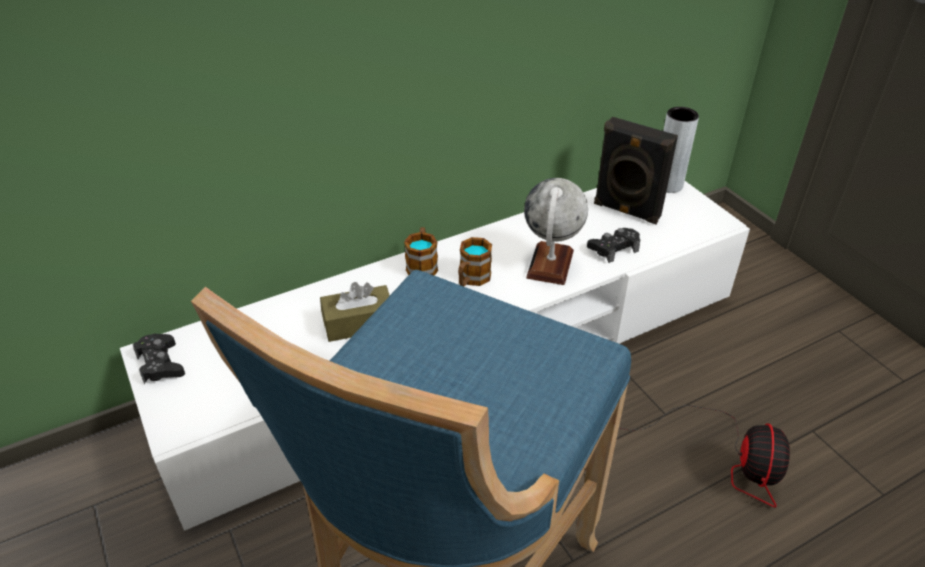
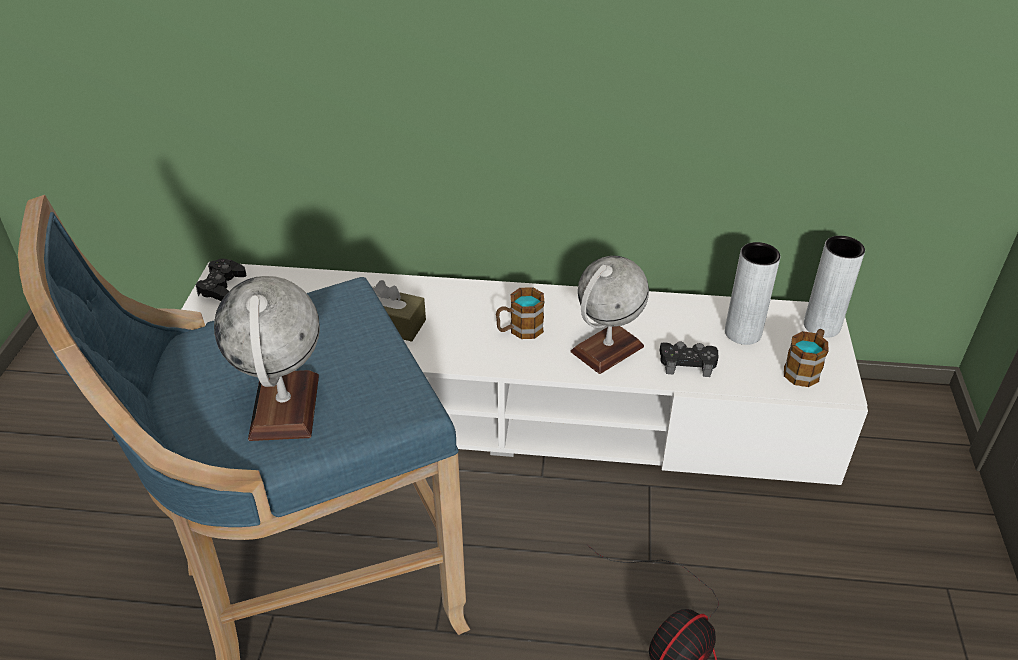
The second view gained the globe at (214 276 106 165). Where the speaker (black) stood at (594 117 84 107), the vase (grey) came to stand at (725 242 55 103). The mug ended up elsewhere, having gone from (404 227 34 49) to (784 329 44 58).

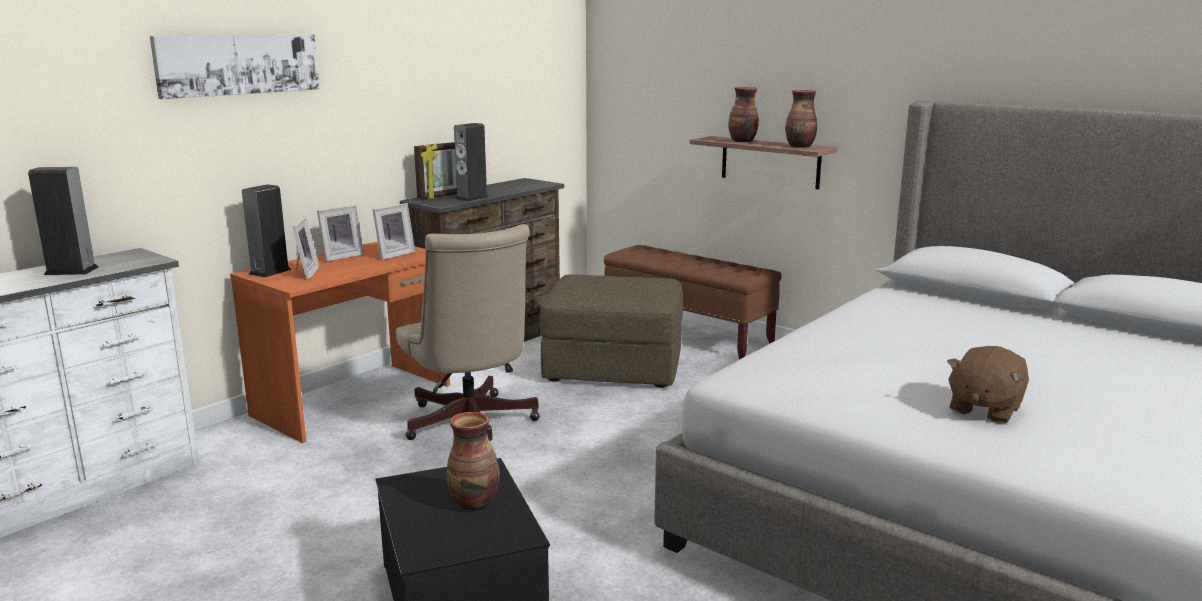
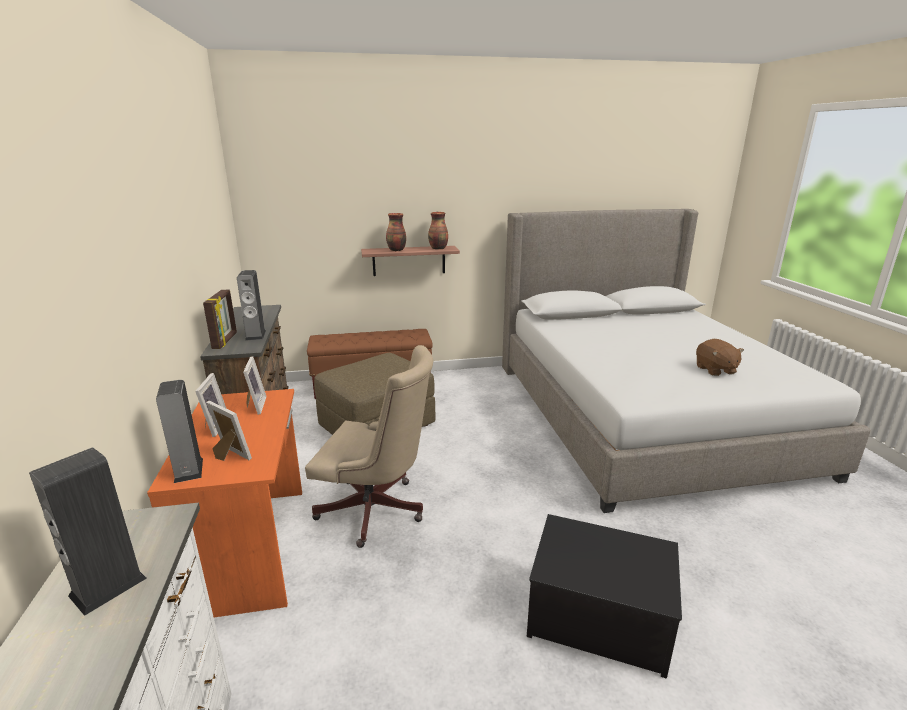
The second view lost the picture at (150 34 169 65). The second view lost the vase at (447 412 53 99).

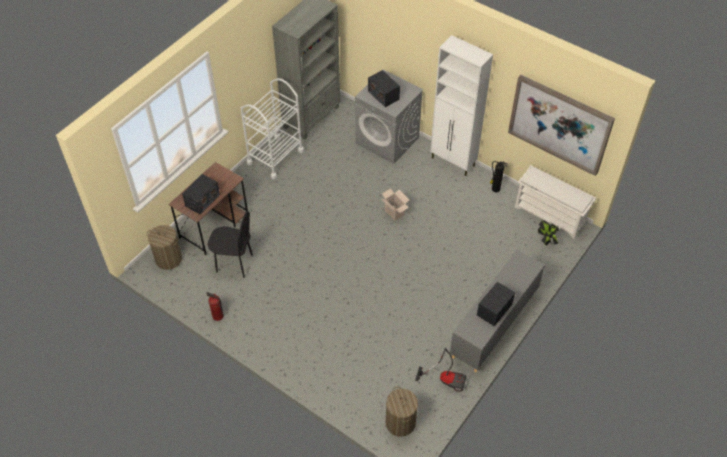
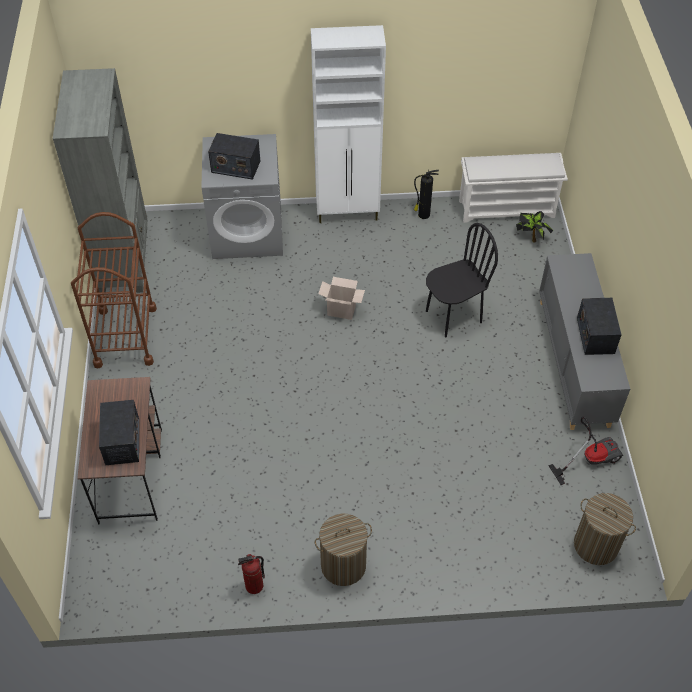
What was the cart (white) at (240 78 64 101) turned into the cart (brown) at (71 212 86 156). The laundry basket ended up elsewhere, having gone from (147 225 35 45) to (315 514 57 72). The chair (black) ended up elsewhere, having gone from (207 211 46 67) to (426 223 72 114). The second view lost the picture at (508 75 107 101).

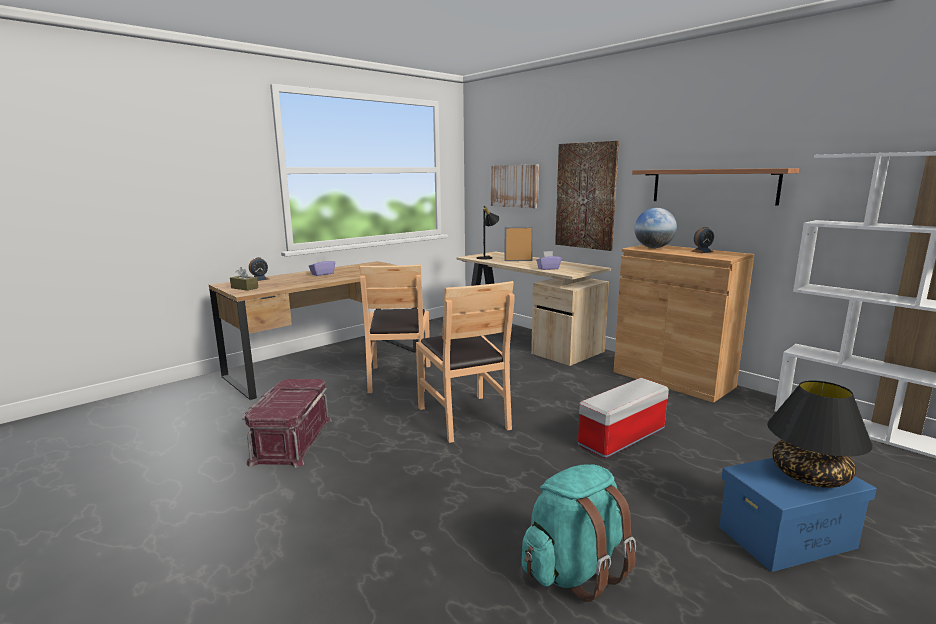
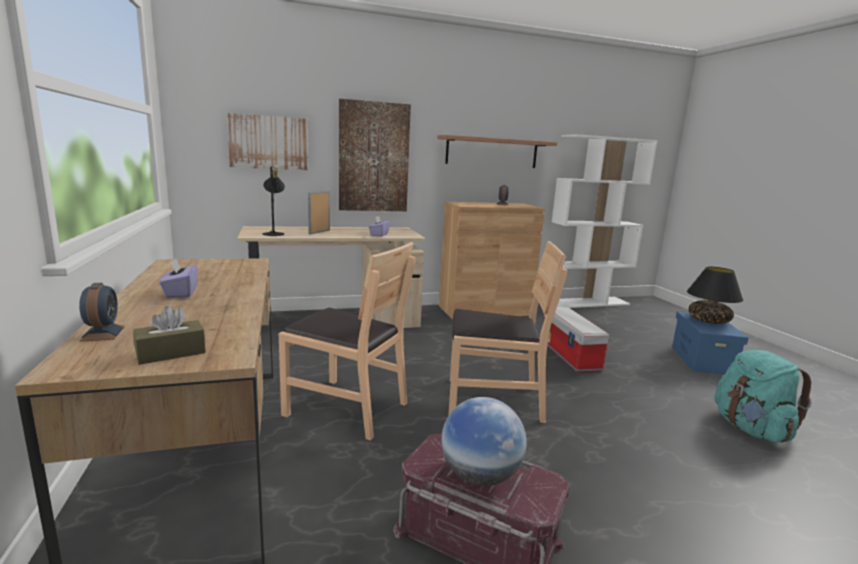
The globe ended up elsewhere, having gone from (634 208 43 40) to (442 397 85 89).

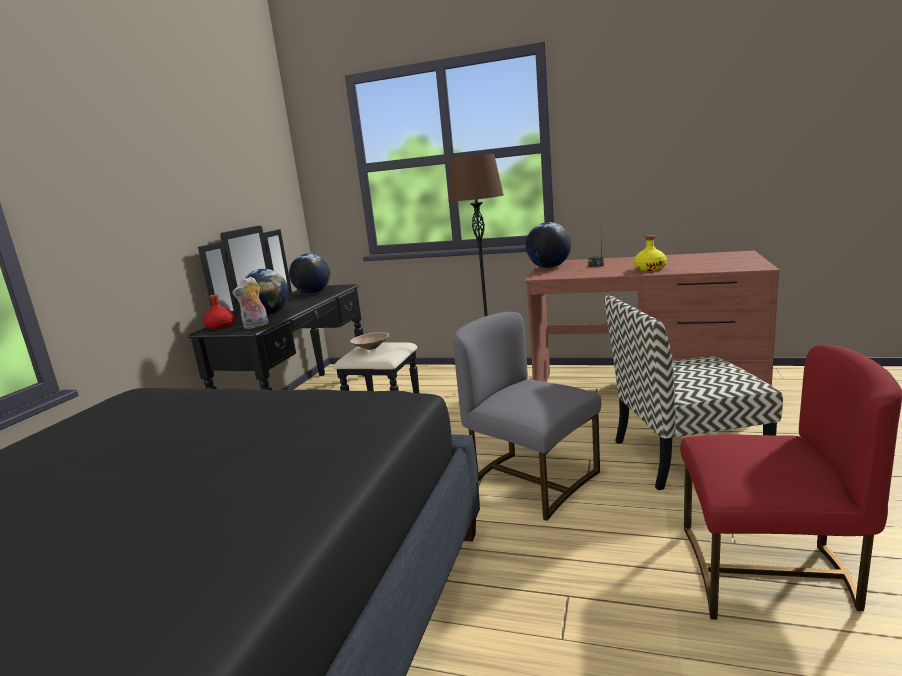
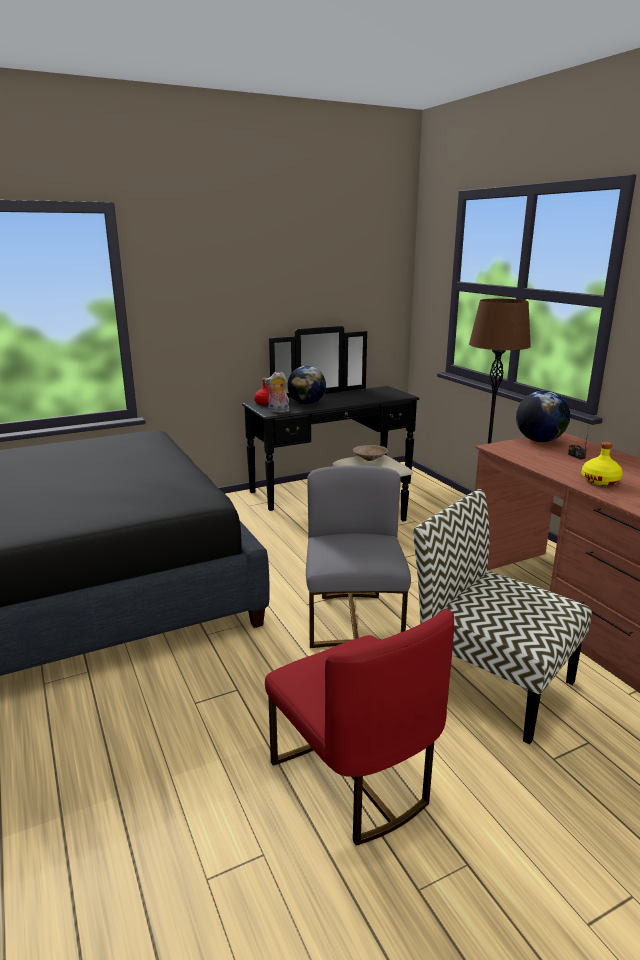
The second view lost the globe at (289 253 41 41).

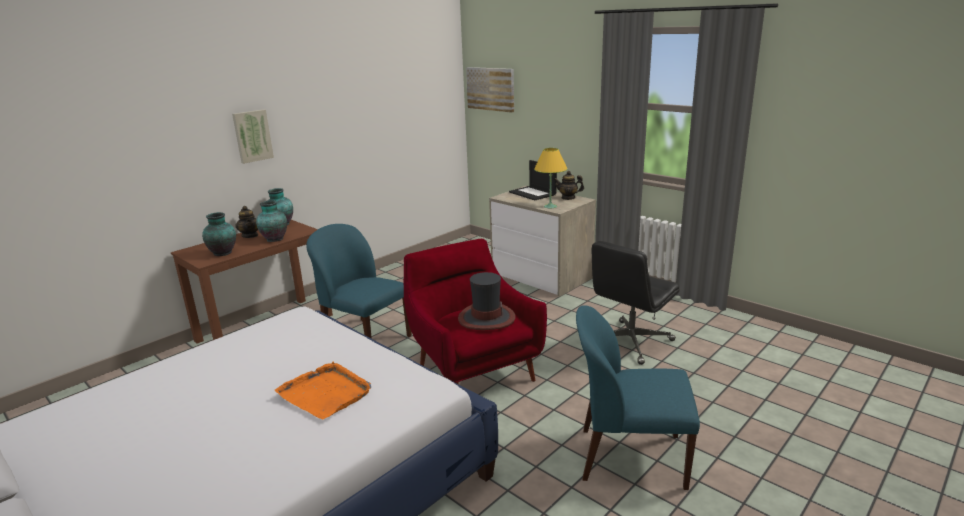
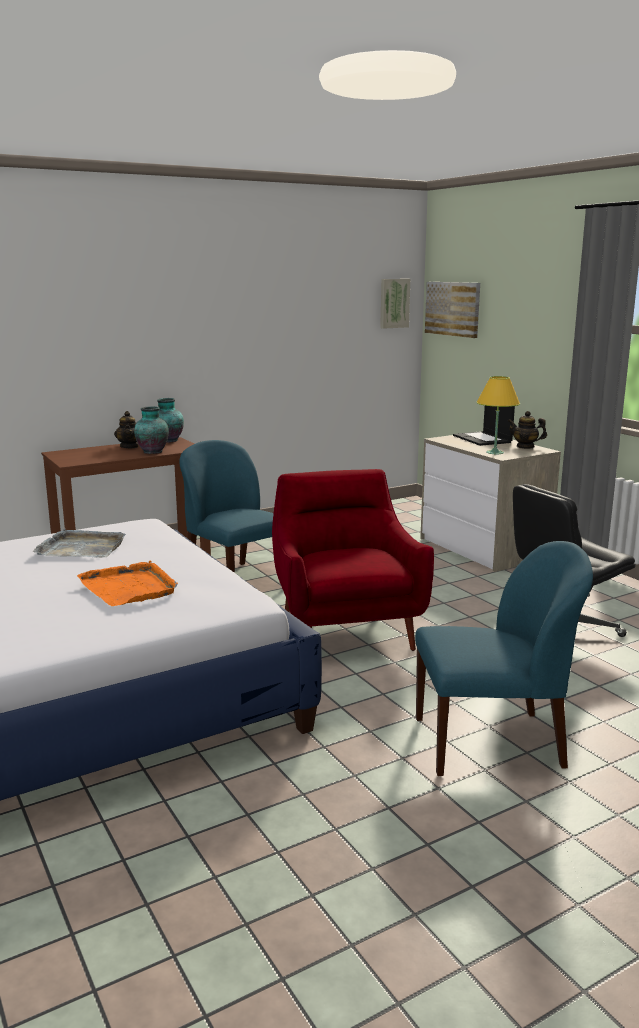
The second view gained the tray (grey) at (33 529 93 29). The picture ended up elsewhere, having gone from (232 109 42 55) to (380 279 30 50). The chair (blue) at (576 305 124 185) ended up facing another way, 150 degrees clockwise from before. The second view lost the vase at (202 212 34 44). The second view lost the hat at (458 272 58 58).

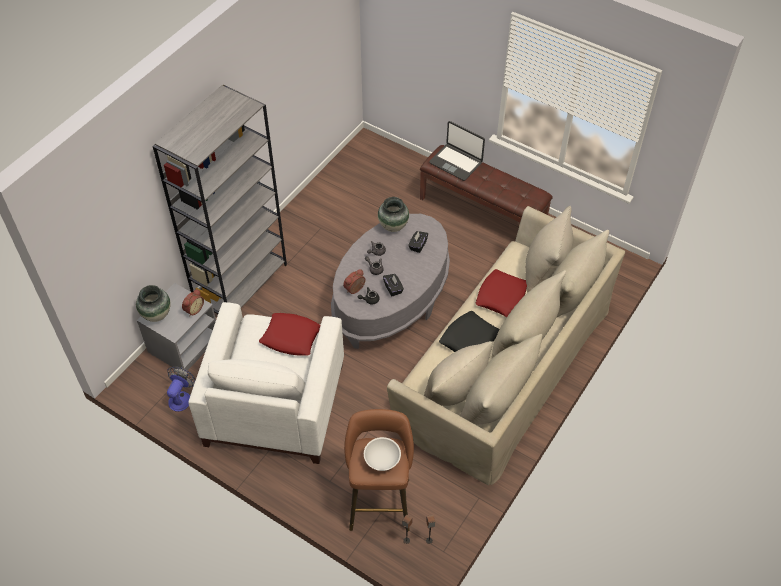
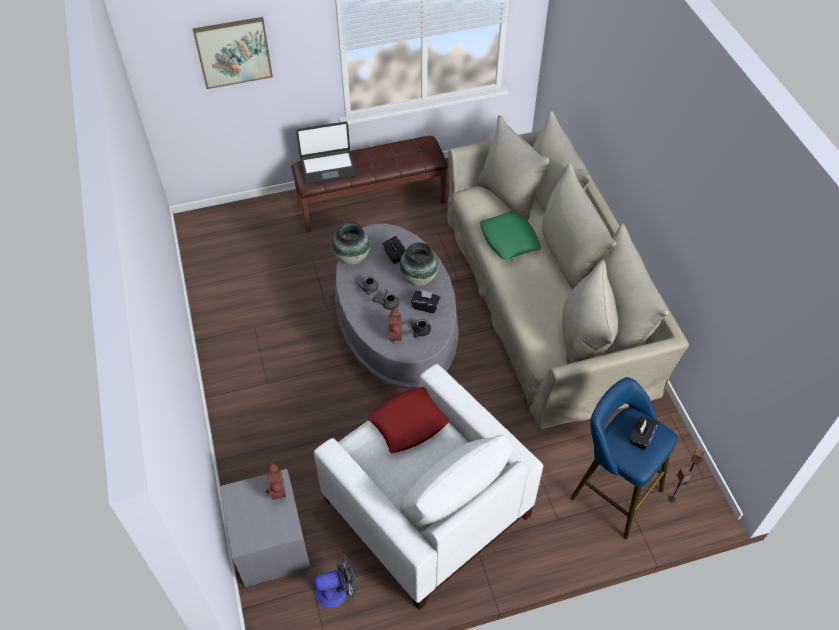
The second view gained the picture at (193 17 80 72). The fan at (167 367 29 45) ended up facing another way, 105 degrees clockwise from before. The vase ended up elsewhere, having gone from (136 285 35 37) to (400 242 39 44). What was the pillow (red) at (476 269 51 48) turned into the pillow (green) at (480 211 61 49). What was the stool (brown) at (344 409 70 122) turned into the stool (blue) at (570 377 108 162). Where the bowl (white) stood at (364 437 37 34), the tissue box (black) came to stand at (629 416 30 34). The second view lost the bookcase (grey) at (153 85 134 229). The second view lost the pillow (black) at (439 311 60 41).

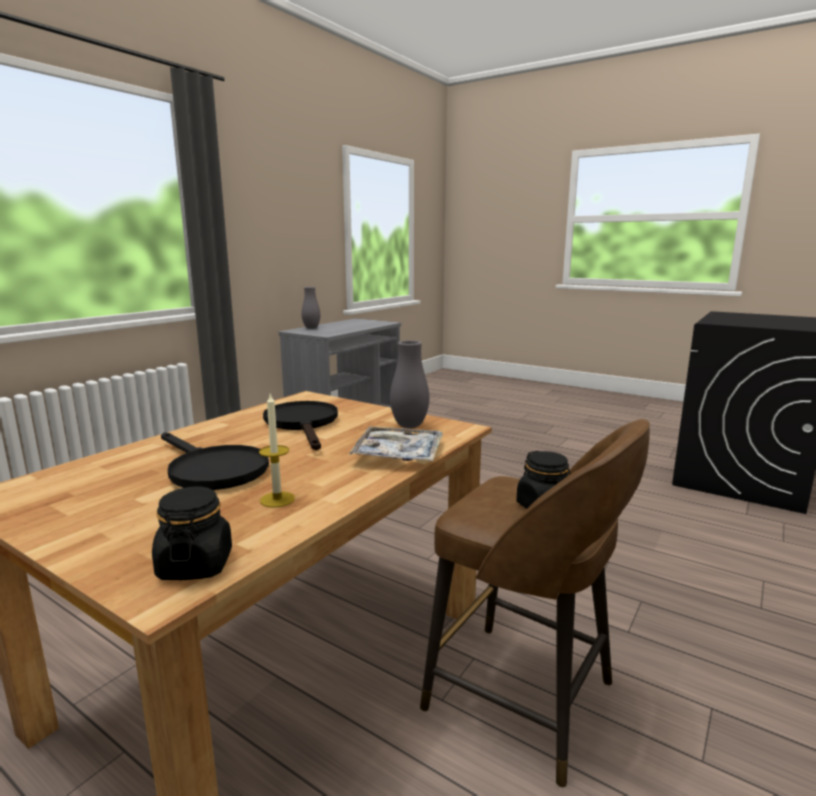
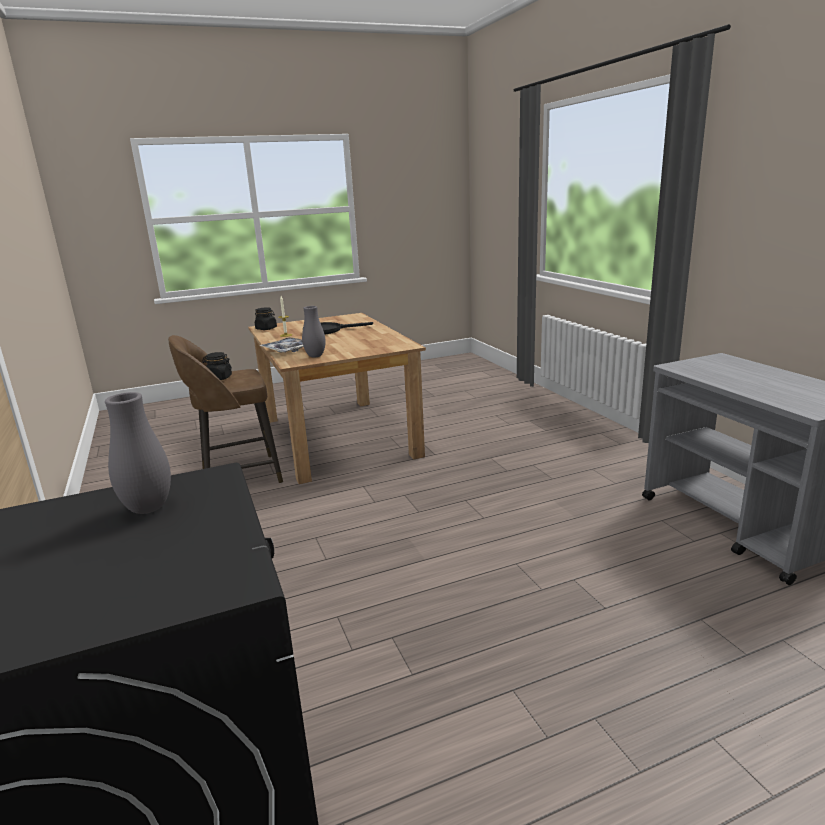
The vase (grey) ended up elsewhere, having gone from (301 287 19 42) to (105 392 66 122). The second view lost the frying pan (black) at (263 401 75 49).

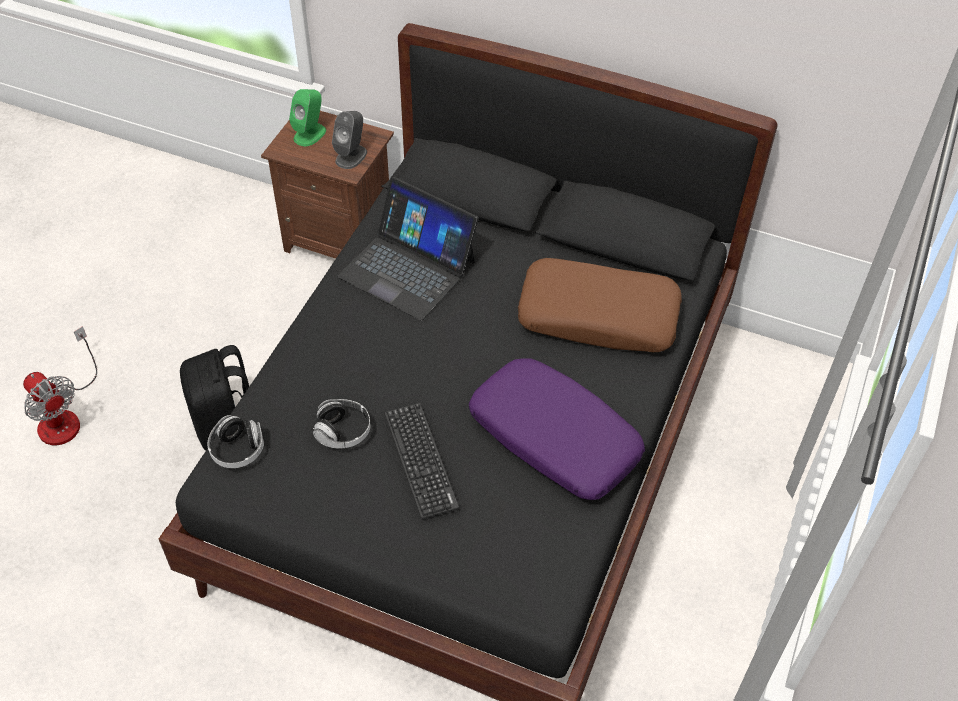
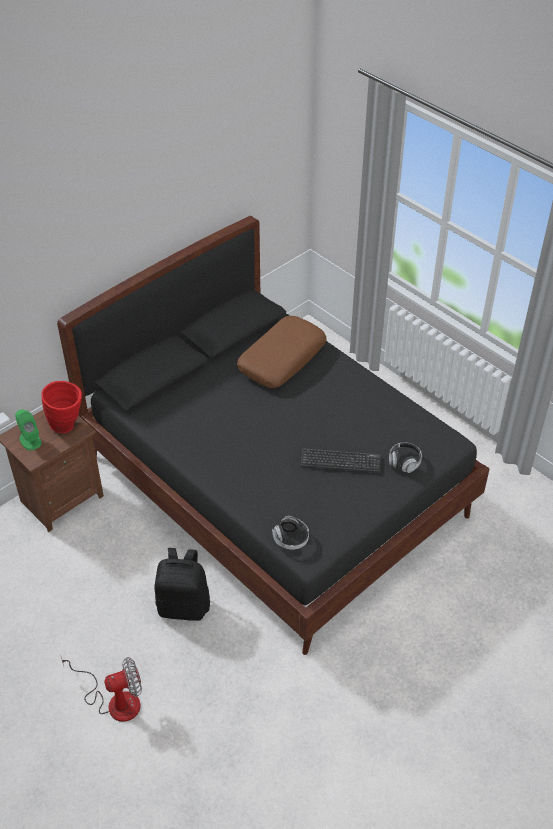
Where the speaker (grey) stood at (332 111 35 58), the vase (red) came to stand at (42 381 40 52). The headphones ended up elsewhere, having gone from (313 399 57 49) to (389 443 33 30). The second view lost the laptop at (337 177 142 144). The second view lost the pillow (purple) at (469 358 176 142).

